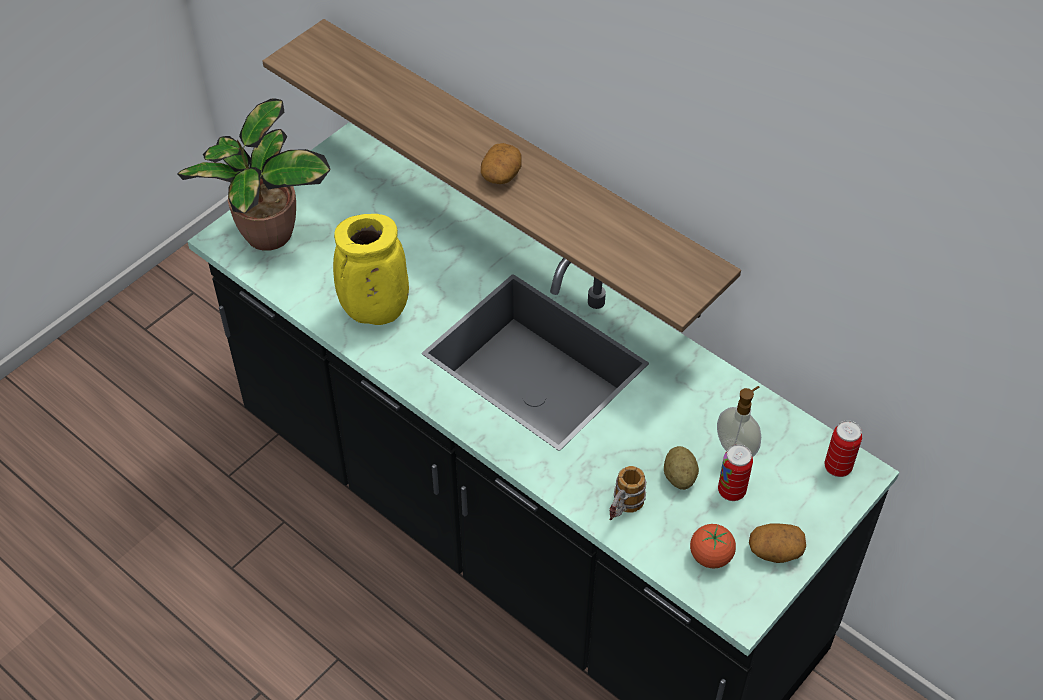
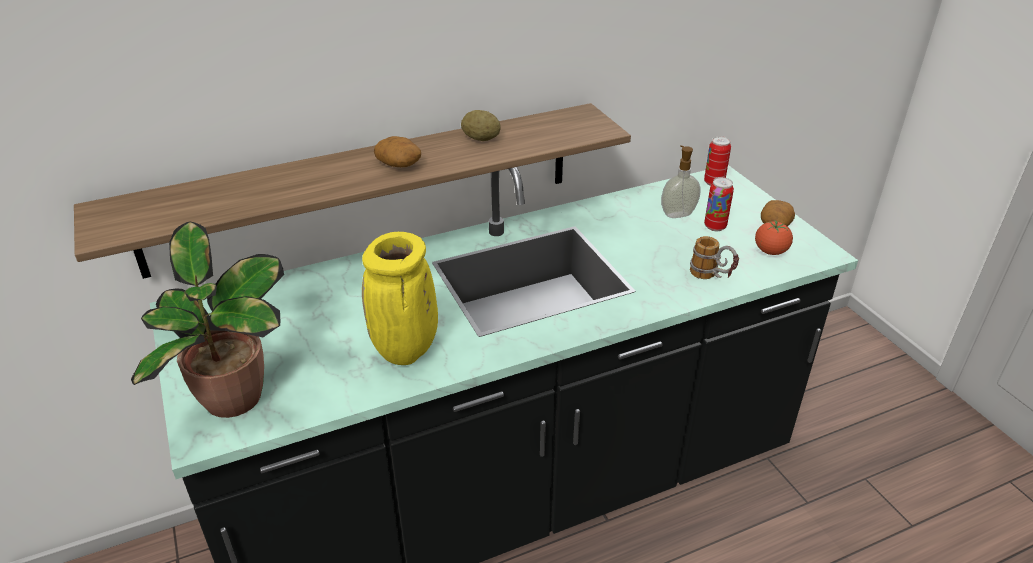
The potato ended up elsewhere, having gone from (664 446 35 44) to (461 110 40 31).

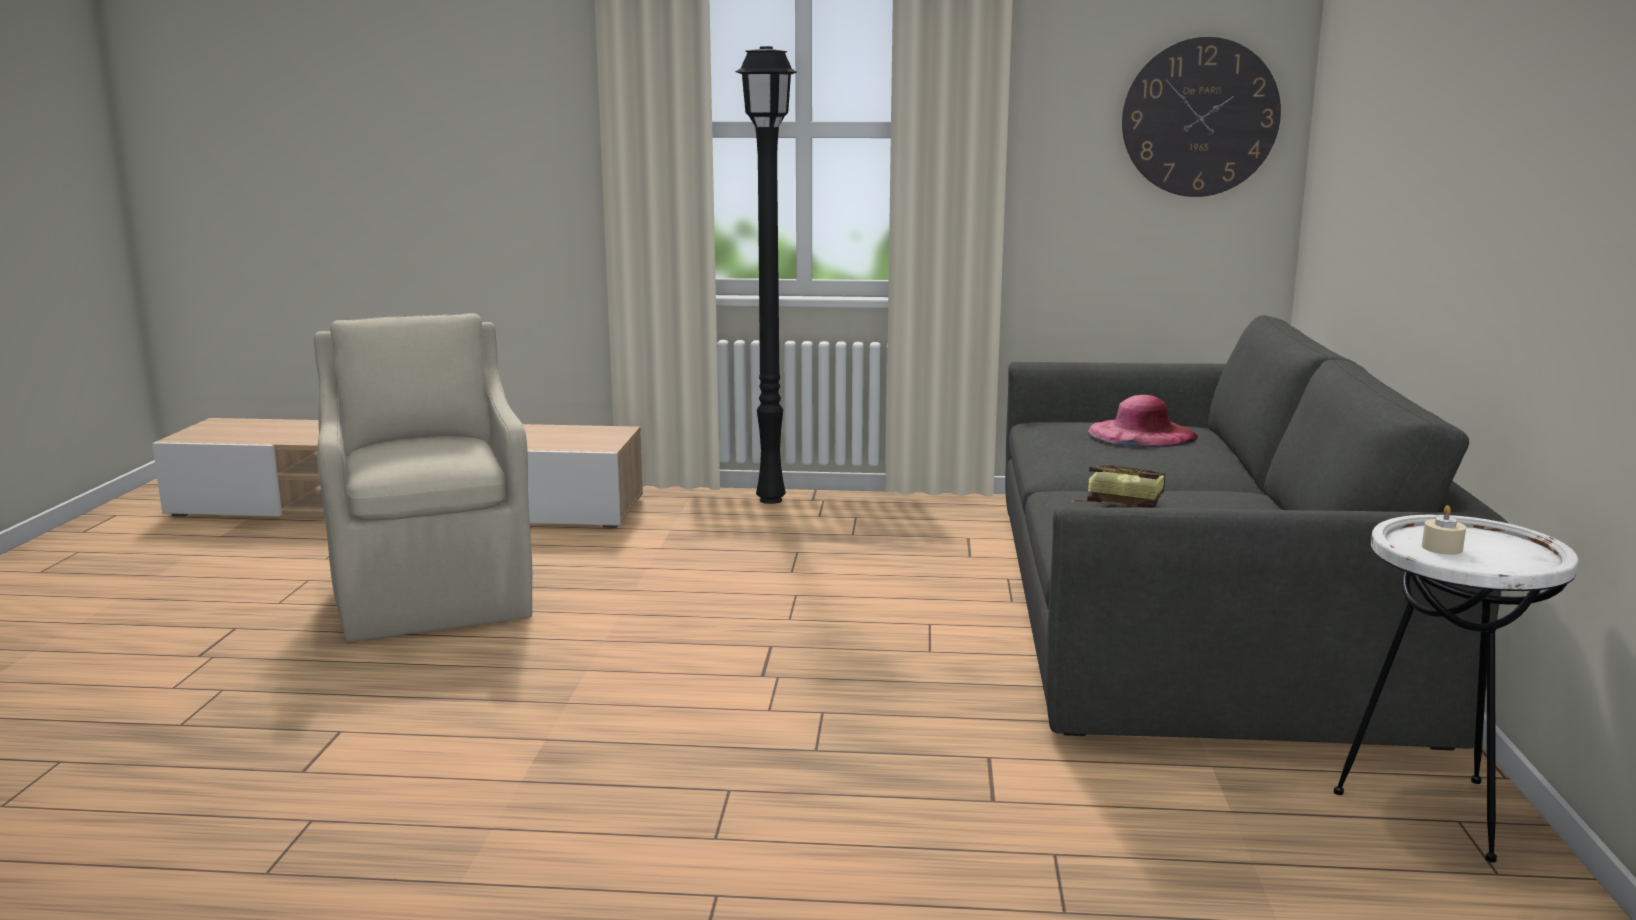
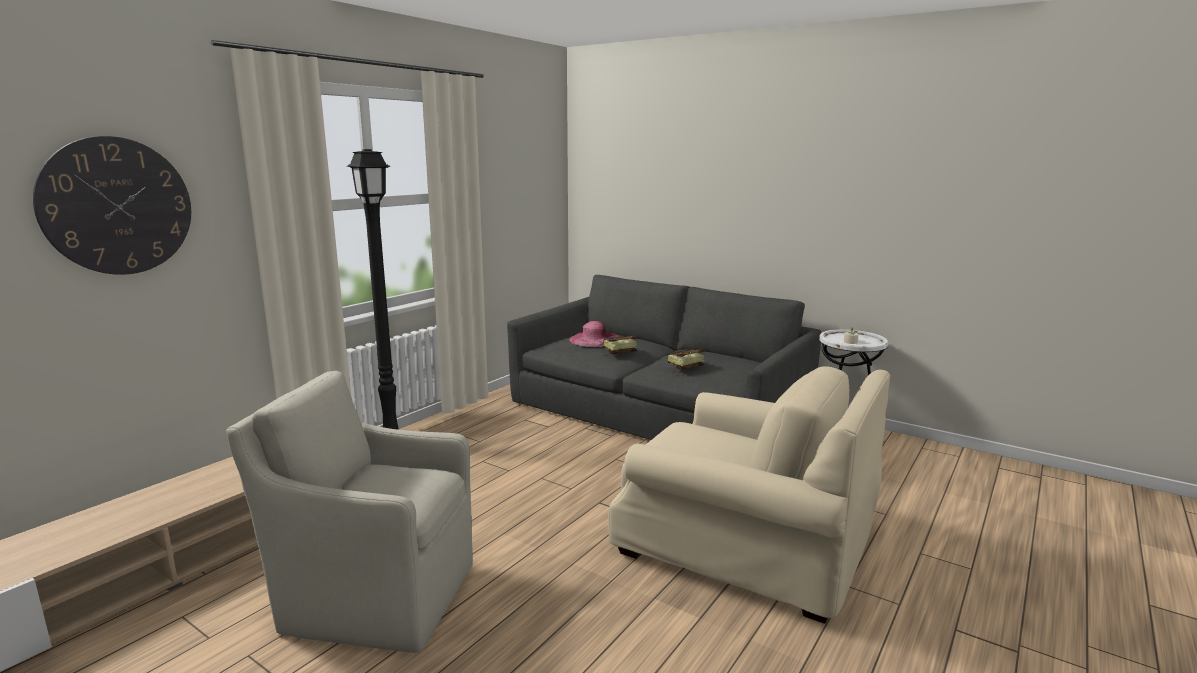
The wall clock ended up elsewhere, having gone from (1122 37 159 160) to (33 136 158 139). The second view gained the book at (602 336 35 21). The second view gained the armchair (beige) at (608 366 282 257).

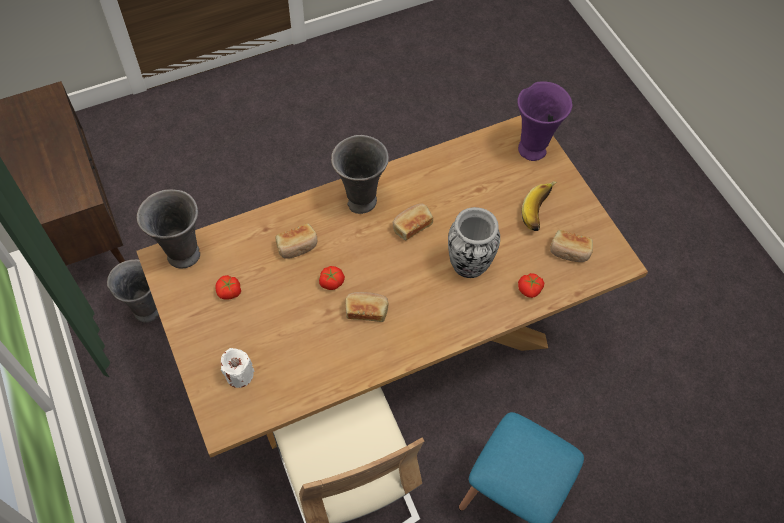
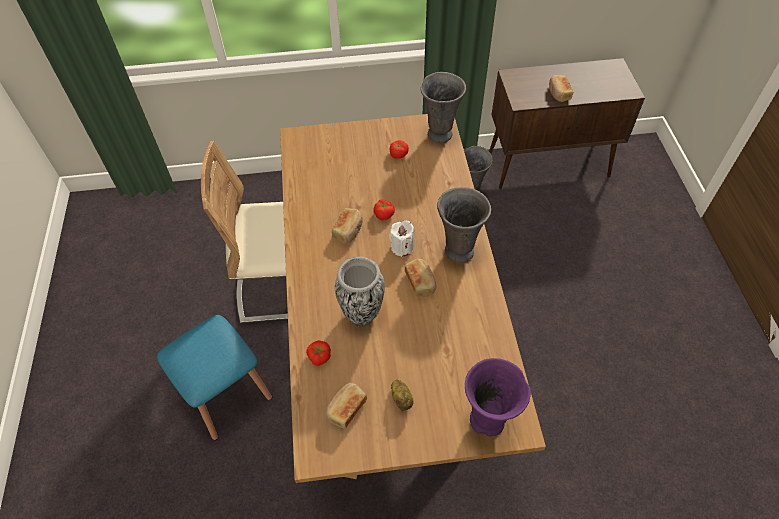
The candle (white) ended up elsewhere, having gone from (221 348 33 40) to (389 221 26 36). Where the banana stood at (521 181 36 50), the potato came to stand at (391 380 23 31). The bread ended up elsewhere, having gone from (275 223 42 36) to (549 75 24 27).

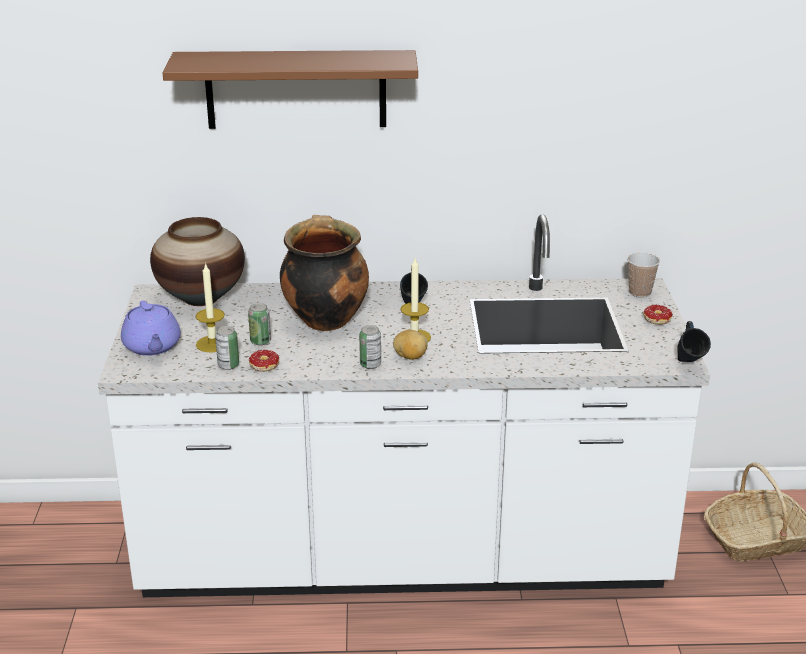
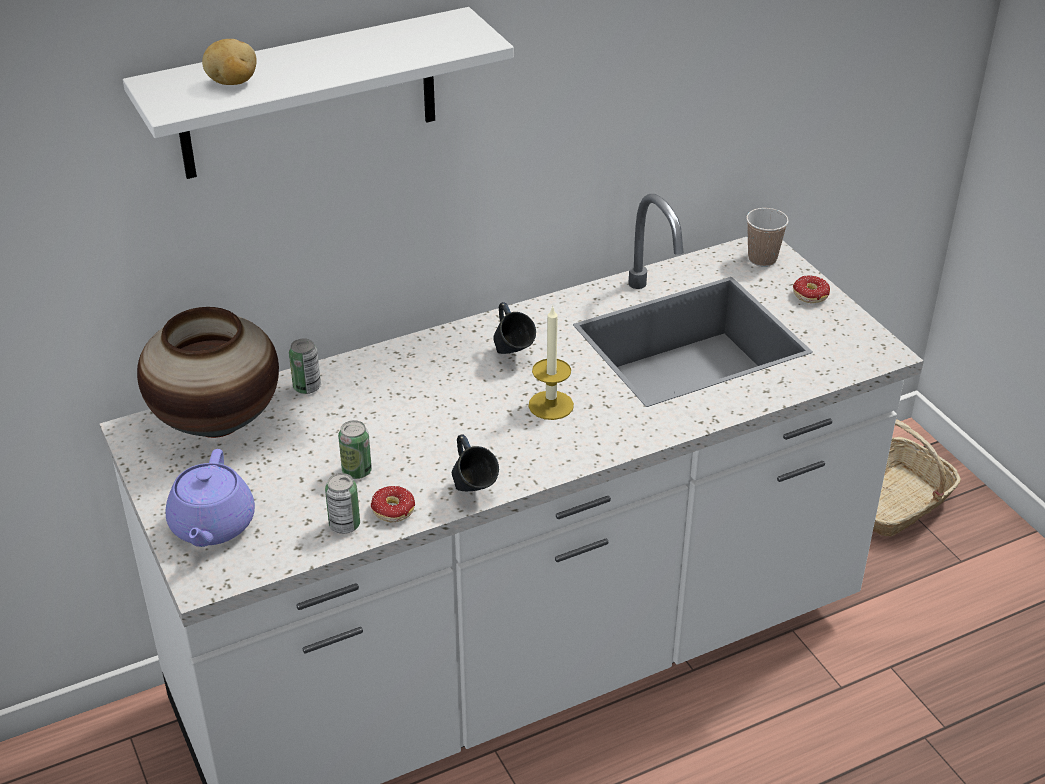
What was the shelf (brown) at (163 50 255 79) turned into the shelf (white) at (123 7 391 172). The teapot (purple) at (121 301 60 55) ended up facing another way, 45 degrees clockwise from before. The potato ended up elsewhere, having gone from (393 330 35 30) to (202 39 55 46). The can ended up elsewhere, having gone from (359 325 22 44) to (289 338 32 56). The mug (blue) ended up elsewhere, having gone from (677 321 34 41) to (452 435 47 56). The second view lost the candle at (196 263 29 89). The second view lost the cooking pot at (280 215 89 116).

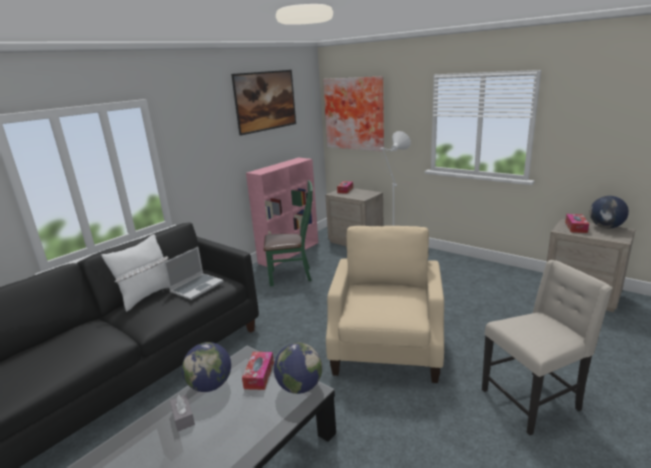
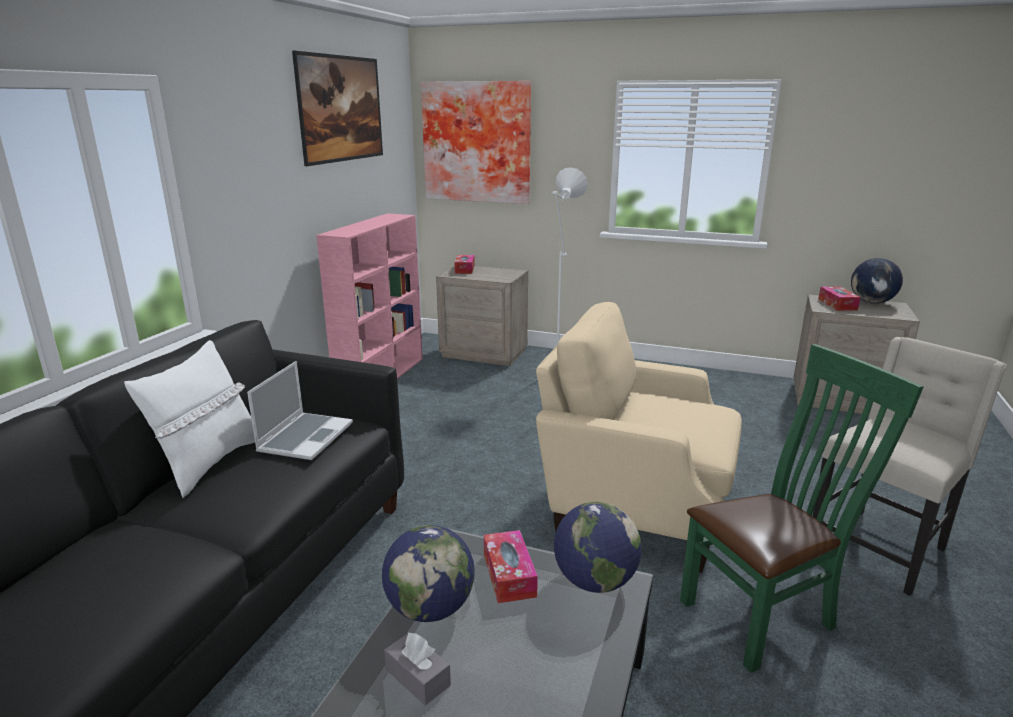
The armchair (beige) at (326 226 118 157) ended up facing another way, 60 degrees counterclockwise from before. The chair (green) ended up elsewhere, having gone from (264 180 49 106) to (680 344 244 329).

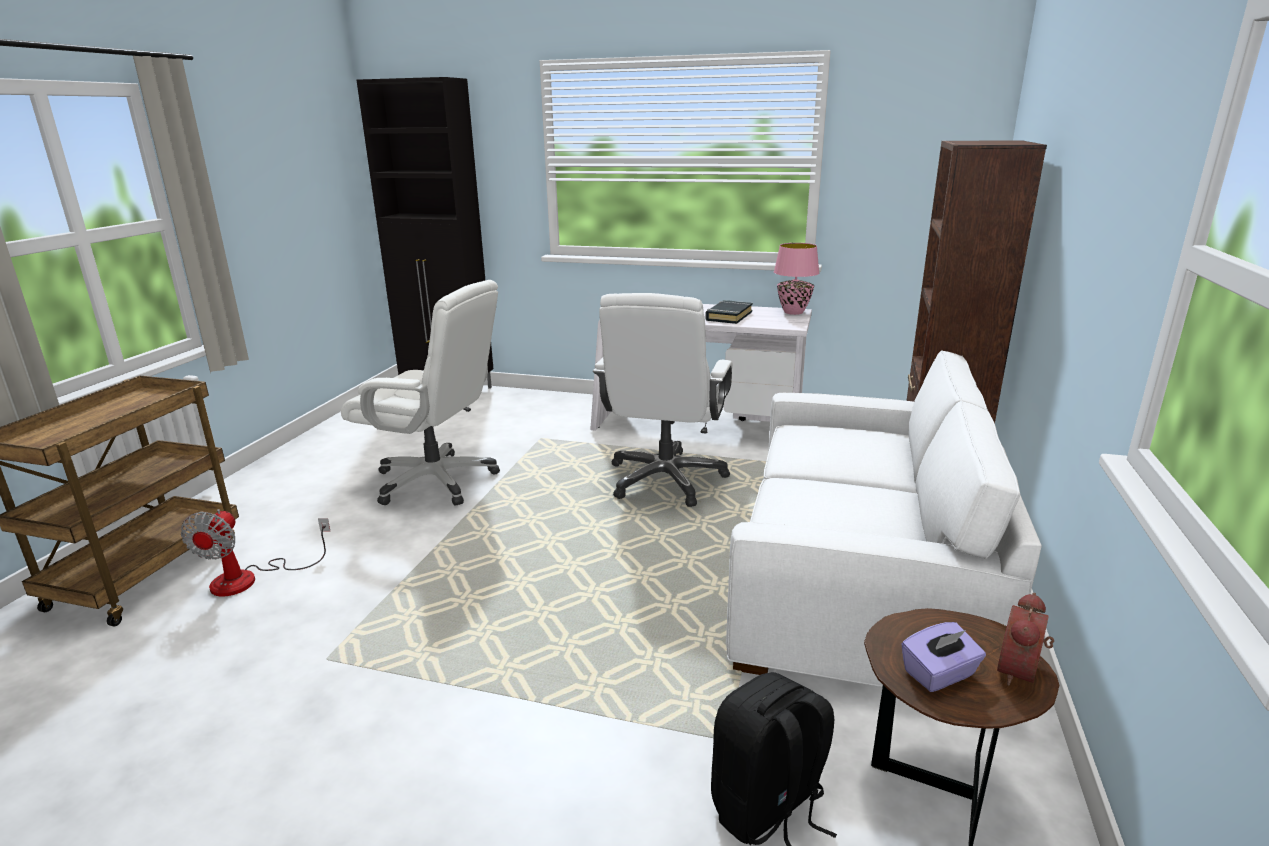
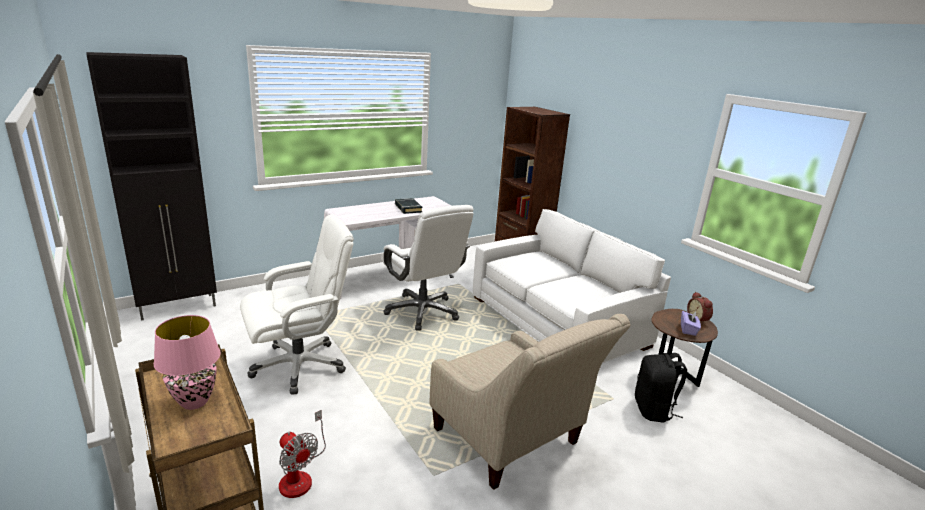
The table lamp (pink) ended up elsewhere, having gone from (774 243 46 72) to (154 315 66 95). The second view gained the armchair (beige) at (430 314 201 176).

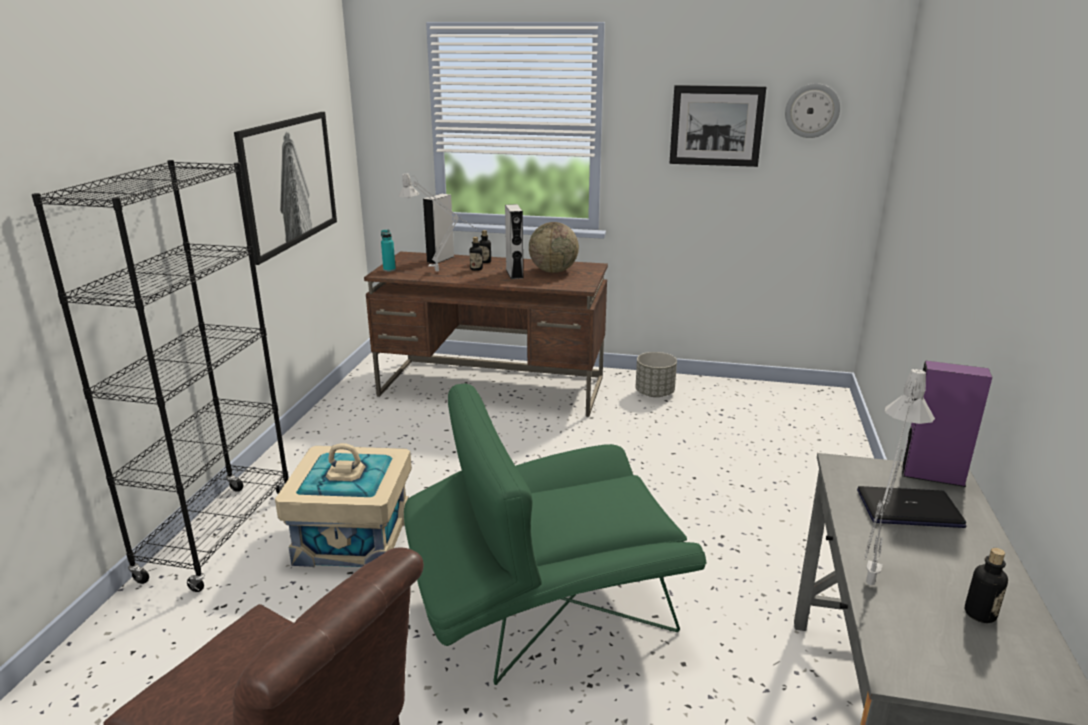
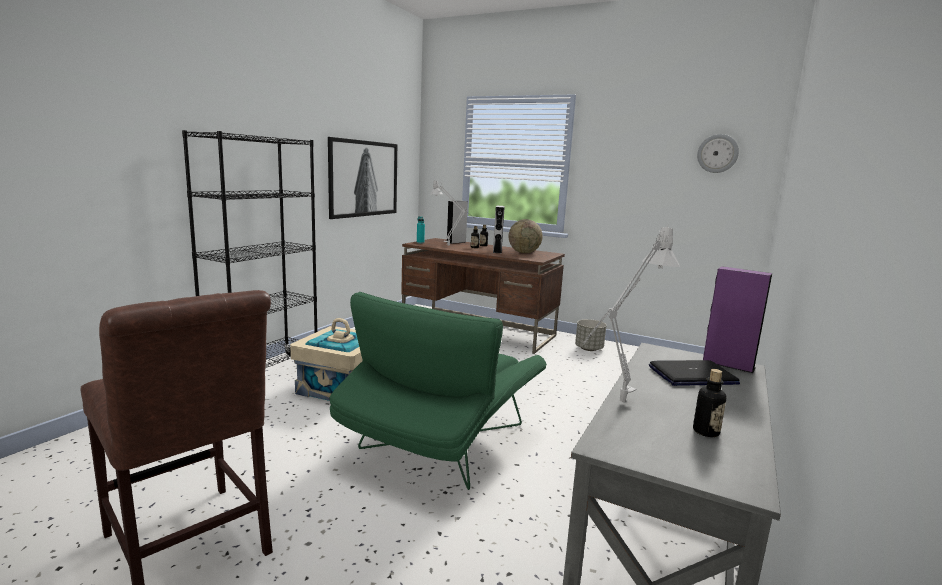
The armchair (green) at (404 383 303 302) ended up facing another way, 60 degrees counterclockwise from before. The laptop at (857 486 110 42) ended up facing another way, 150 degrees clockwise from before. The second view lost the picture at (669 85 97 82).

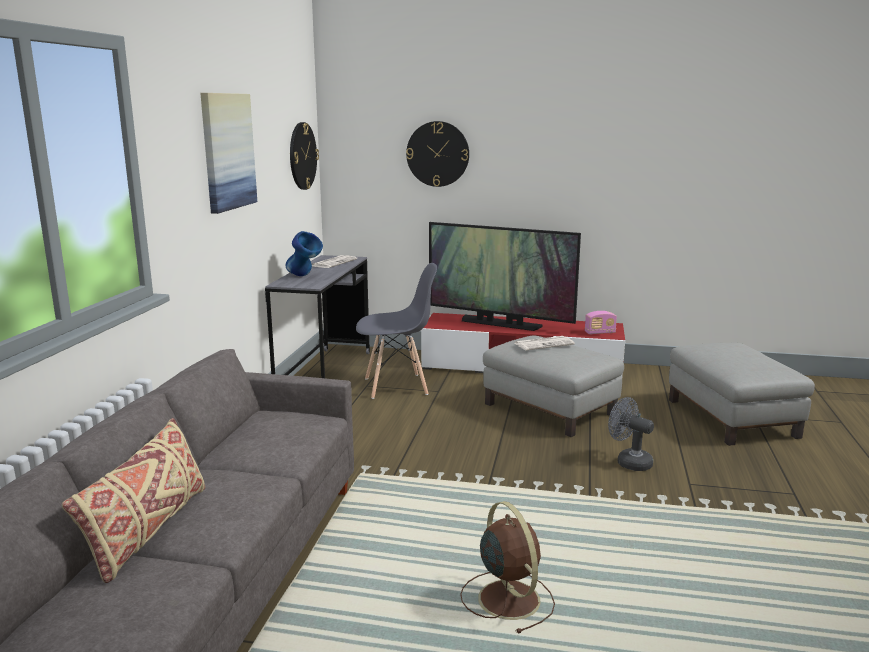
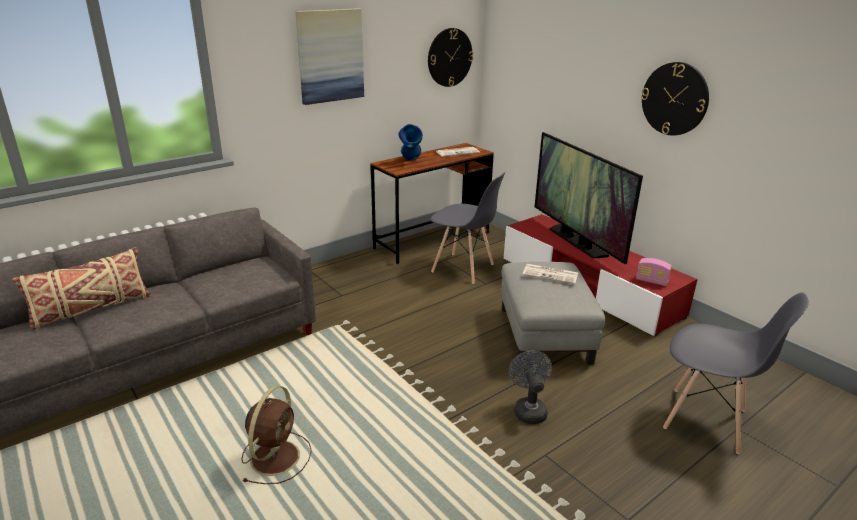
What was the desk (grey) at (265 255 105 123) turned into the desk (brown) at (370 143 124 121). The wall clock ended up elsewhere, having gone from (406 121 63 66) to (641 62 68 74). Where the ottoman (grey) stood at (669 343 146 103), the chair (grey) came to stand at (663 293 146 161).

